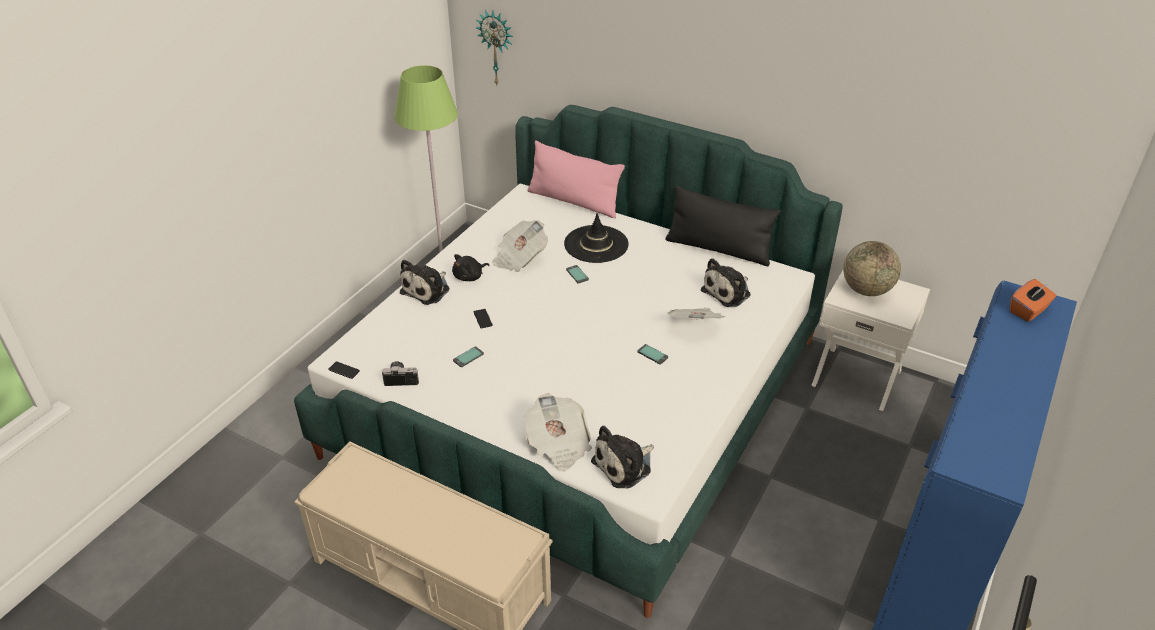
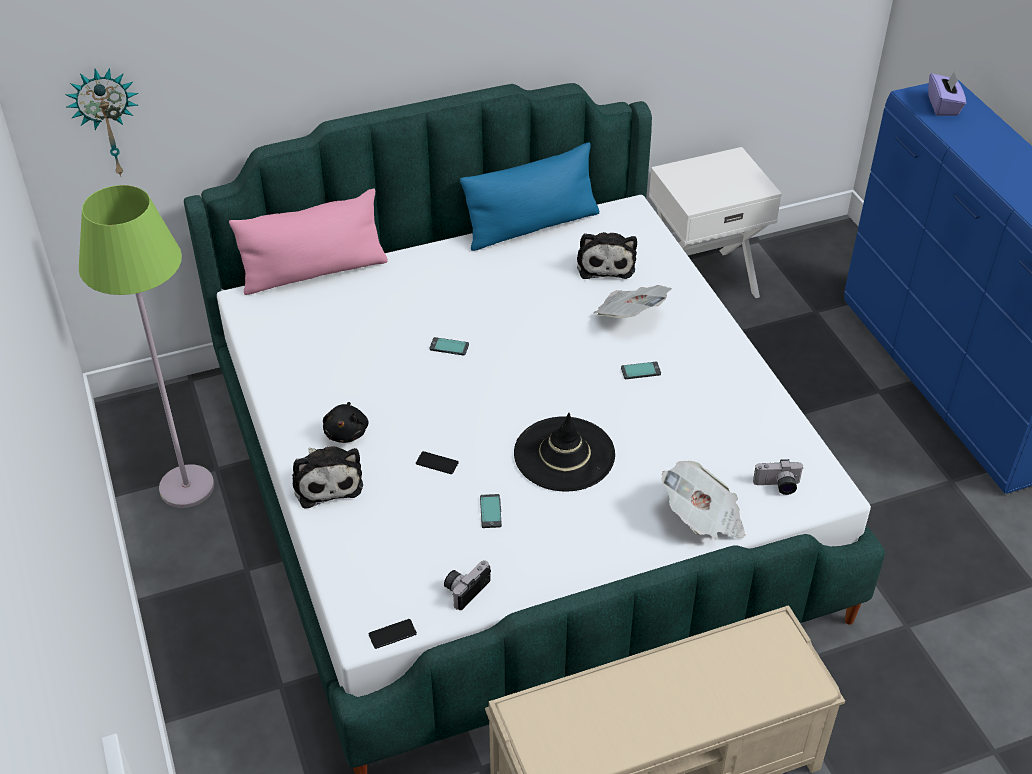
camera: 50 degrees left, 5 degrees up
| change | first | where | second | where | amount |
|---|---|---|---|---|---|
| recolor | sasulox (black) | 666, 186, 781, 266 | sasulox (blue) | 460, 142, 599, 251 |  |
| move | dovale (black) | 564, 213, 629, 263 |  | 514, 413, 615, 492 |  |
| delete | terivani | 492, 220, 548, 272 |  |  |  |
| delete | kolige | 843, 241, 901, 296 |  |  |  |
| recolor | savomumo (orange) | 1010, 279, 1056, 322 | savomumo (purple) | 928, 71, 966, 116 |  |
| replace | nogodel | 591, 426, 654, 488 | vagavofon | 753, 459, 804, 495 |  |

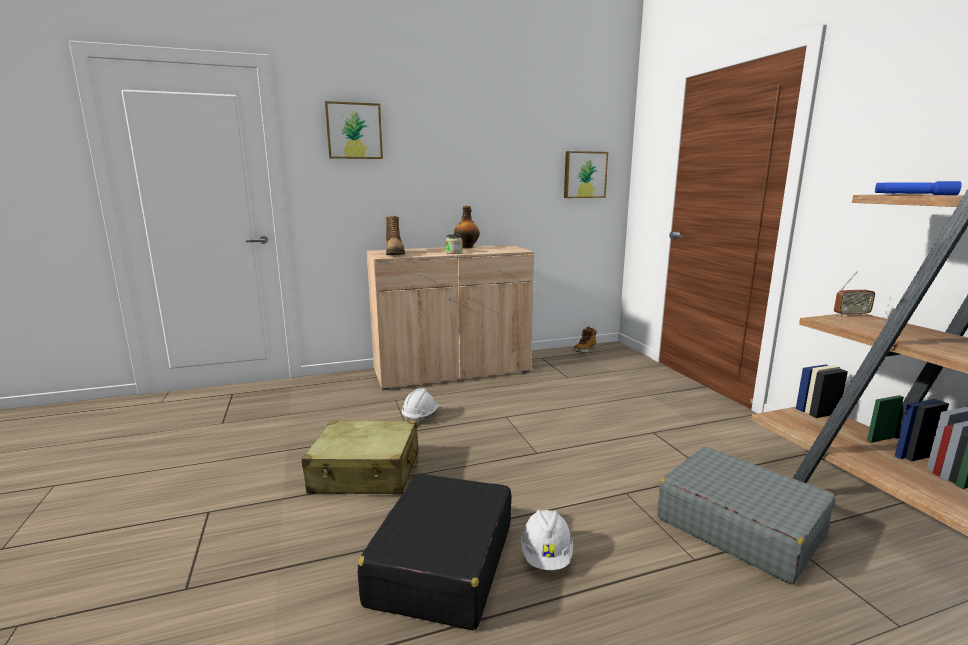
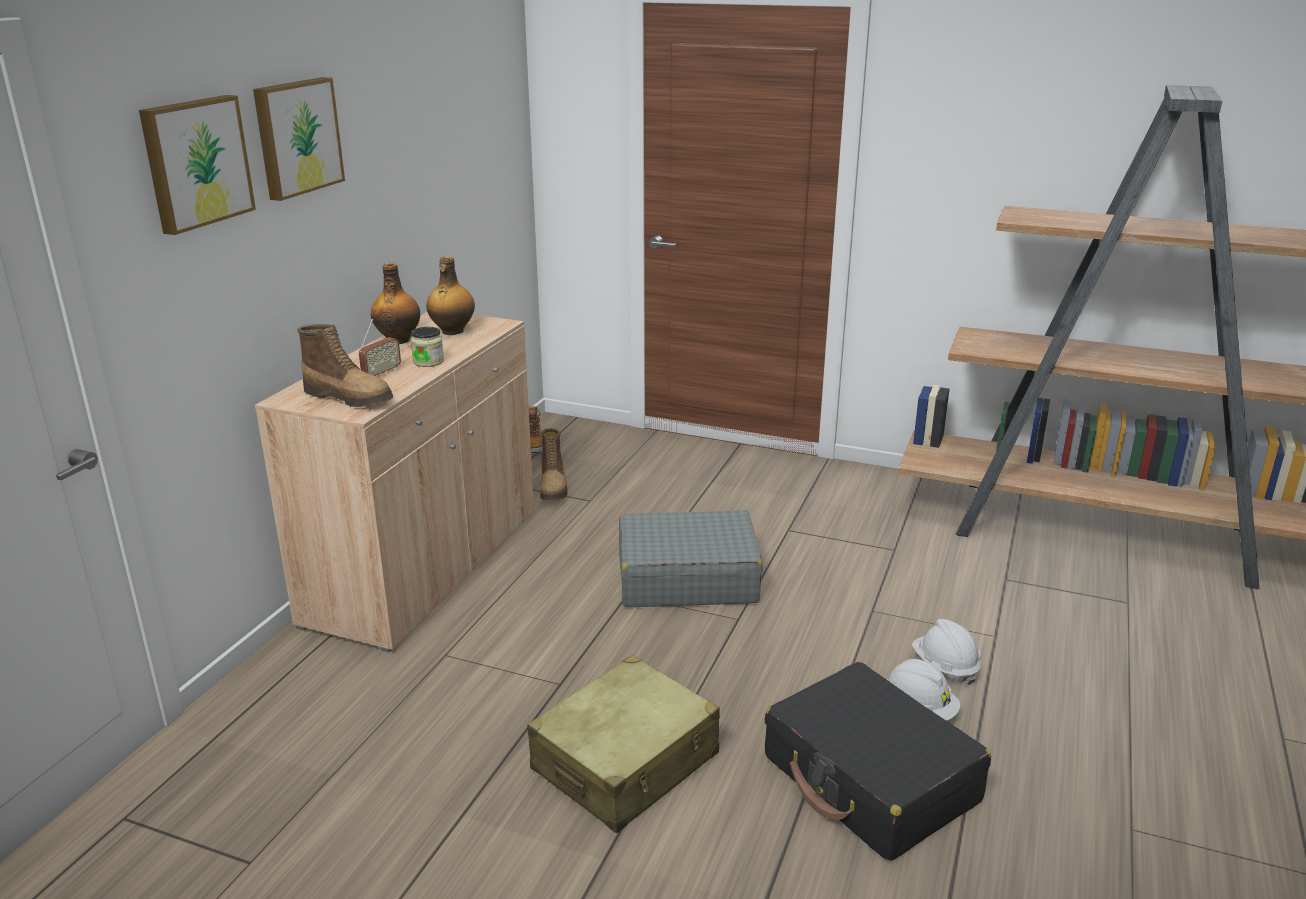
camera: 50 degrees left, 10 degrees up
| change | first | where | second | where | amount |
|---|---|---|---|---|---|
| move | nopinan | 564, 151, 608, 198 |  | 253, 77, 345, 201 |  |
| delete | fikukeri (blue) | 875, 181, 962, 195 |  |  |  |
| move | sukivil | 834, 271, 875, 317 |  | 359, 319, 401, 376 |  |
| move | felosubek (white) | 402, 388, 439, 422 |  | 912, 619, 981, 685 |  |
| move | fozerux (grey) | 657, 447, 836, 584 |  | 619, 510, 763, 607 |  |
| insert |  |  | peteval | 426, 257, 475, 335 |  |
| insert |  |  | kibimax | 540, 428, 568, 501 |  |

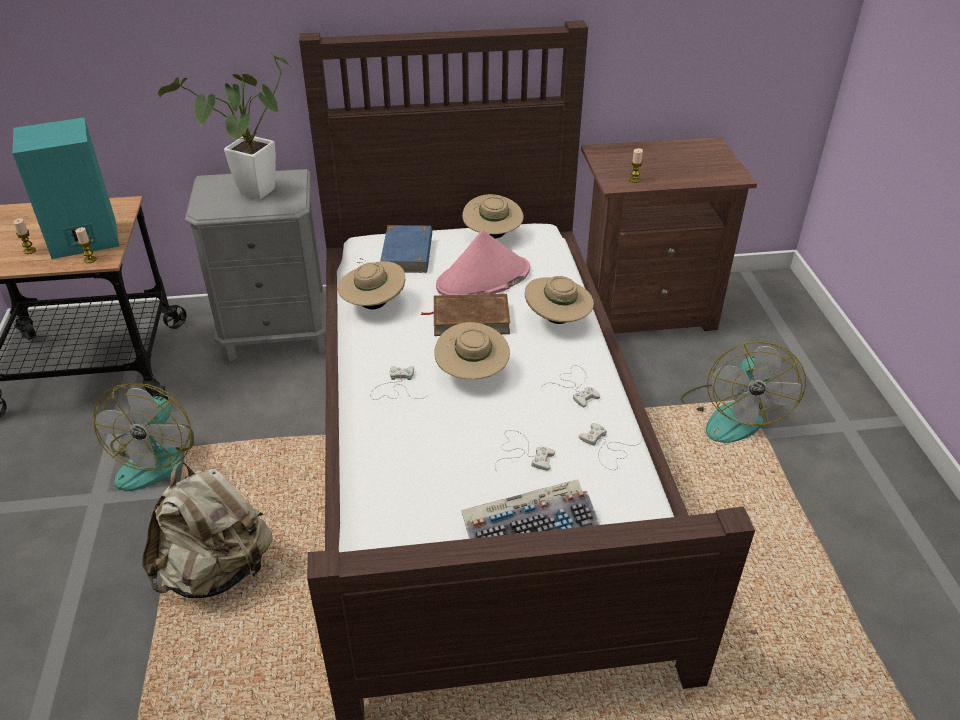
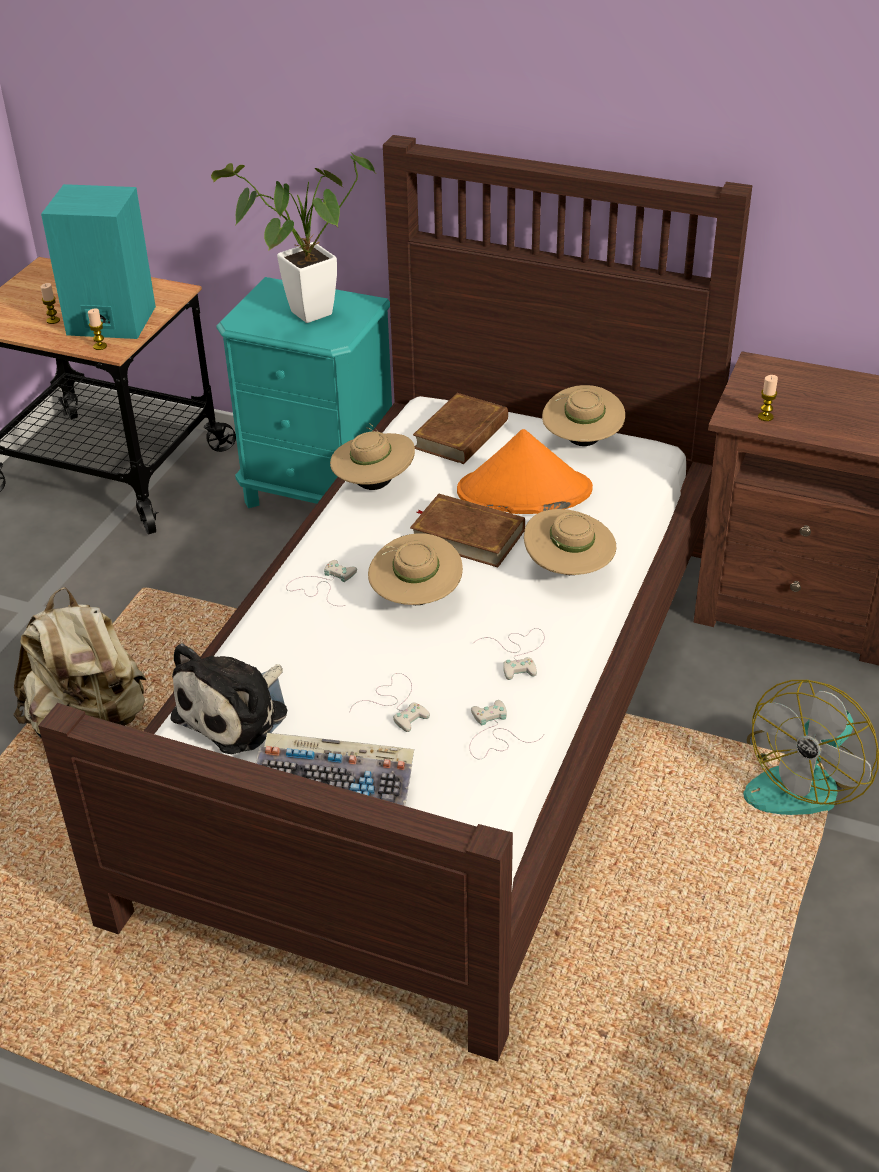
camera: 30 degrees right, 0 degrees up
| change | first | where | second | where | amount |
|---|---|---|---|---|---|
| recolor | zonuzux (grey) | 185, 169, 326, 362 | zonuzux (turquoise) | 216, 277, 392, 508 |  |
| recolor | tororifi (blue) | 380, 225, 432, 273 | tororifi (brown) | 413, 393, 508, 464 |  |
| recolor | dovale (pink) | 436, 230, 530, 295 | dovale (orange) | 457, 429, 593, 514 |  |
| delete | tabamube | 93, 383, 194, 491 |  |  |  |
| insert |  |  | nogodel | 170, 643, 287, 754 |  |

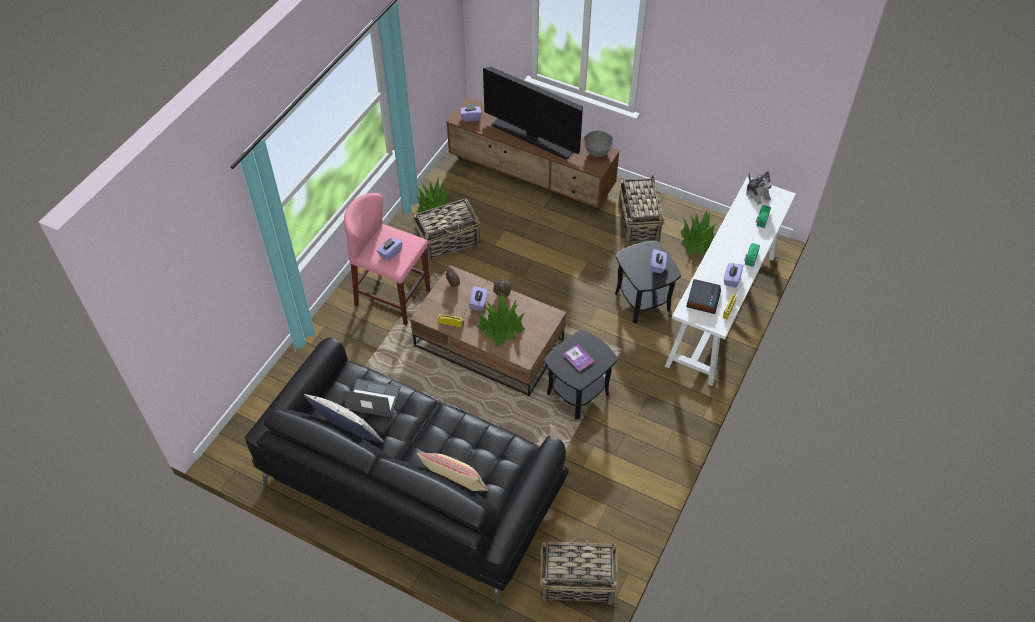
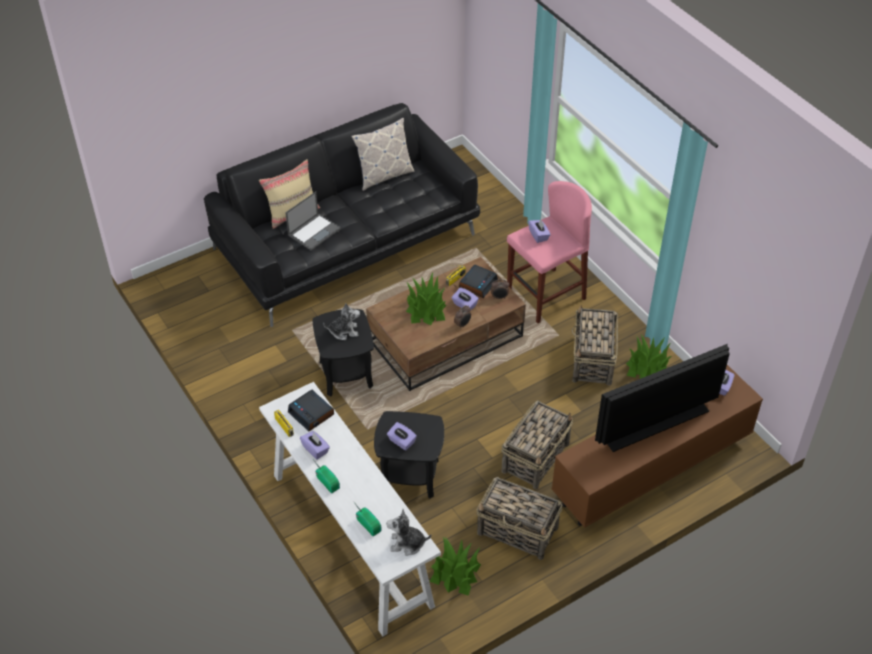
camera: 120 degrees right, 5 degrees down
| change | first | where | second | where | amount |
|---|---|---|---|---|---|
| delete | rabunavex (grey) | 583, 131, 613, 157 |  |  |  |
| replace | tororifi | 563, 344, 594, 372 | nogodel | 323, 303, 360, 340 |  |
| move | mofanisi | 342, 379, 401, 417 |  | 285, 191, 341, 251 |  |
| move | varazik | 540, 537, 618, 605 |  | 501, 400, 573, 490 |  |
| insert |  |  | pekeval | 459, 264, 498, 298 |  |

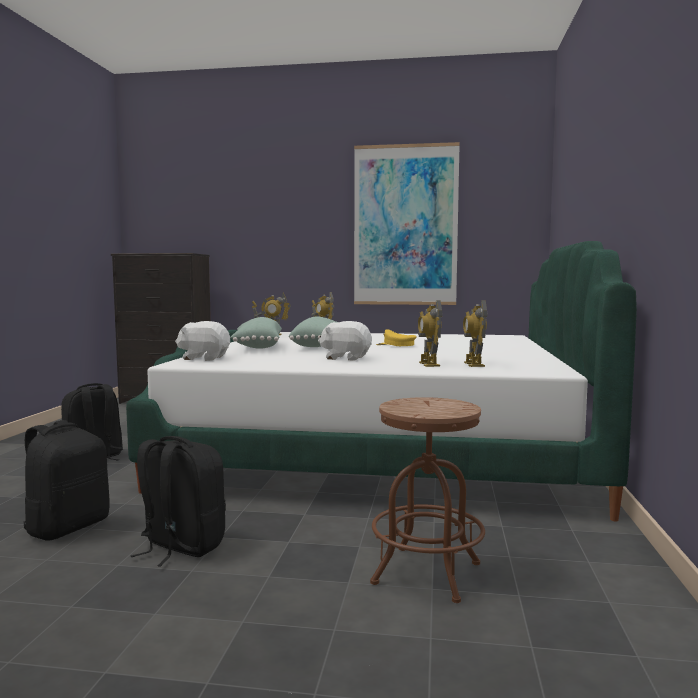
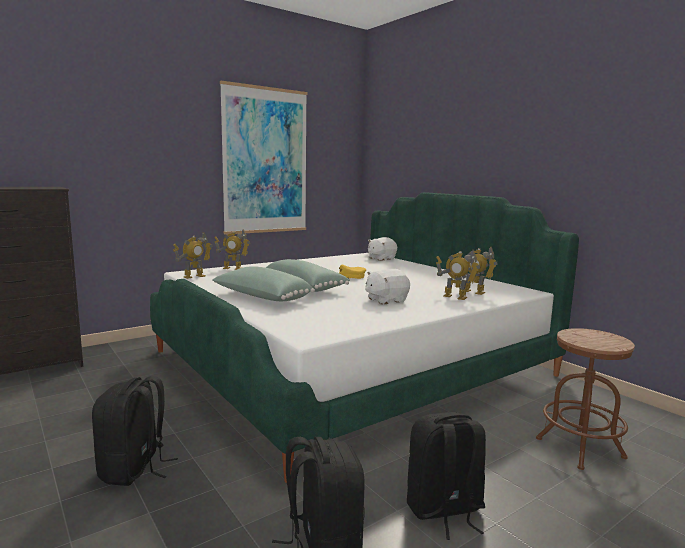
camera: 45 degrees left, 5 degrees up
| change | first | where | second | where | amount |
|---|---|---|---|---|---|
| move | nogodel (white) | 175, 321, 230, 360 |  | 368, 237, 397, 261 |  |

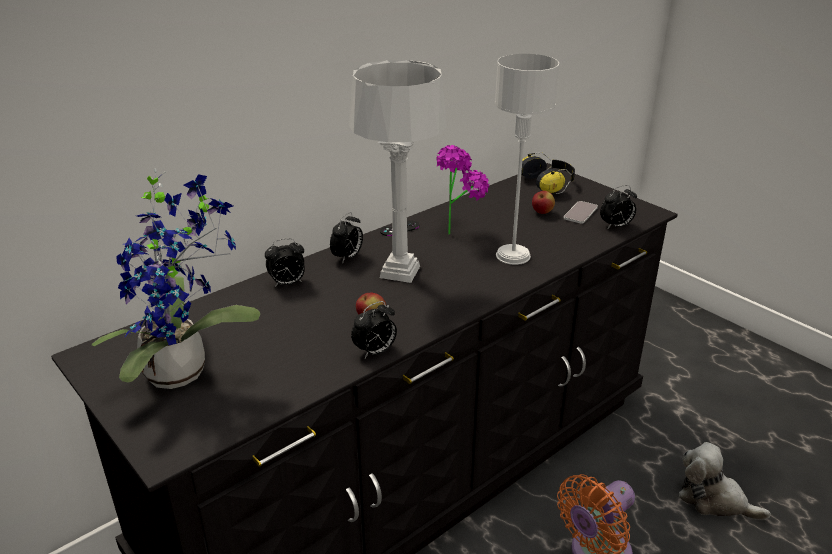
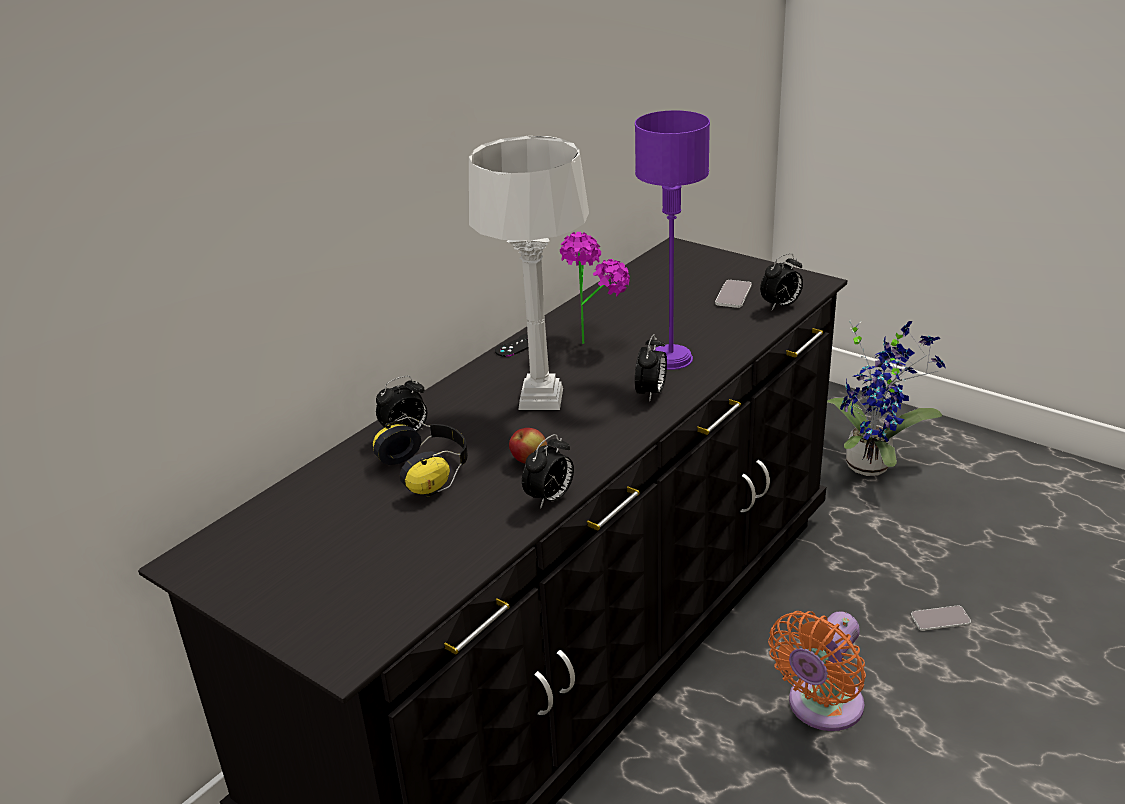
camera: 10 degrees left, 0 degrees up
| change | first | where | second | where | amount |
|---|---|---|---|---|---|
| recolor | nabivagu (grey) | 495, 54, 559, 265 | nabivagu (purple) | 635, 110, 710, 370 |  |
| move | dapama | 521, 152, 575, 195 |  | 373, 417, 468, 497 |  |
| move | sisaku | 92, 167, 260, 389 |  | 827, 319, 946, 476 |  |
| delete | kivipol | 532, 191, 555, 214 |  |  |  |
| move | pekeval | 330, 212, 363, 262 |  | 635, 334, 667, 402 |  |
| replace | nogodel | 679, 442, 771, 520 | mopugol | 911, 606, 971, 631 |  |

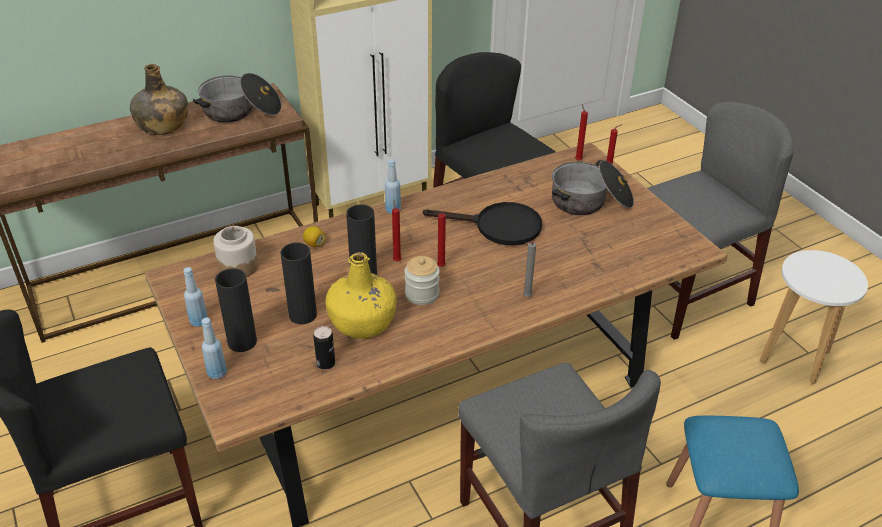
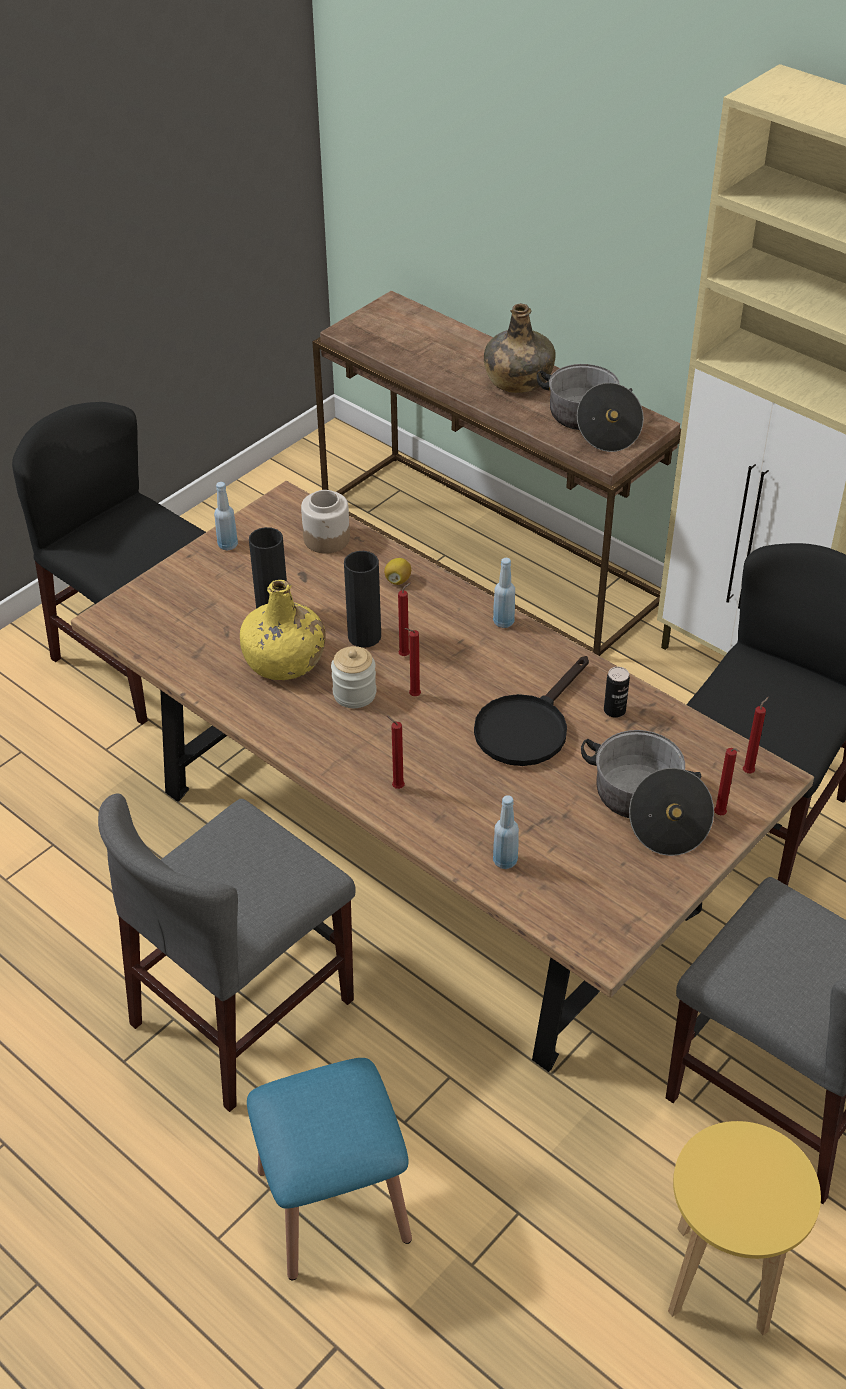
camera: 70 degrees right, 5 degrees up
| change | first | where | second | where | amount |
|---|---|---|---|---|---|
| rotate | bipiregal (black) | 423, 202, 542, 246 |  | 474, 656, 589, 766 | 45 degrees clockwise |
| recolor | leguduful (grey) | 523, 242, 536, 297 | leguduful (red) | 386, 715, 405, 789 |  |
| recolor | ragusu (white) | 760, 250, 868, 384 | ragusu (yellow) | 668, 1121, 821, 1335 |  |
| delete | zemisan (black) | 215, 268, 257, 352 |  |  |  |
| move | peteval (blue) | 202, 317, 227, 379 |  | 493, 795, 519, 869 |  |
| move | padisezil | 313, 326, 335, 369 |  | 604, 667, 630, 718 |  |

